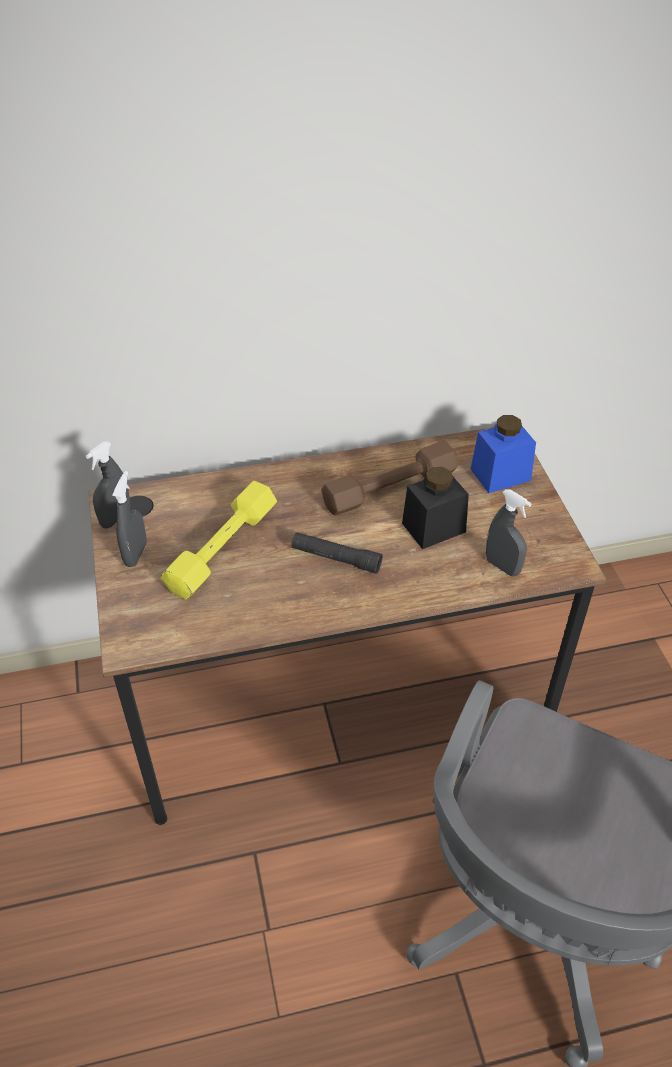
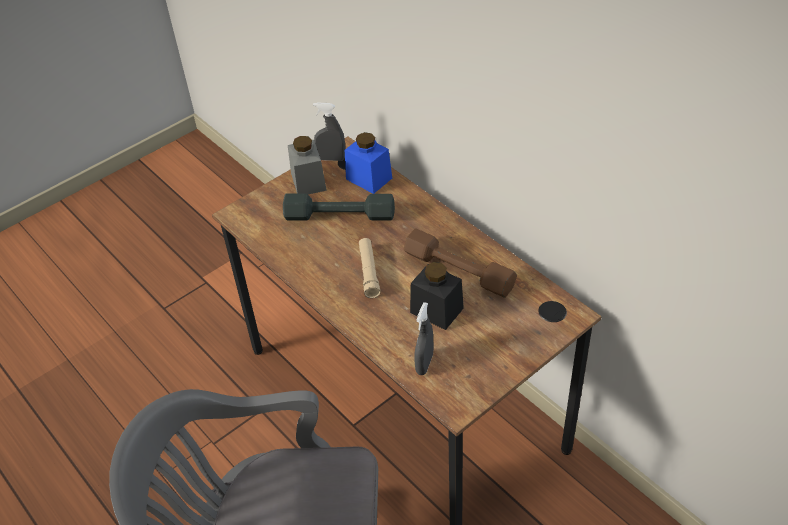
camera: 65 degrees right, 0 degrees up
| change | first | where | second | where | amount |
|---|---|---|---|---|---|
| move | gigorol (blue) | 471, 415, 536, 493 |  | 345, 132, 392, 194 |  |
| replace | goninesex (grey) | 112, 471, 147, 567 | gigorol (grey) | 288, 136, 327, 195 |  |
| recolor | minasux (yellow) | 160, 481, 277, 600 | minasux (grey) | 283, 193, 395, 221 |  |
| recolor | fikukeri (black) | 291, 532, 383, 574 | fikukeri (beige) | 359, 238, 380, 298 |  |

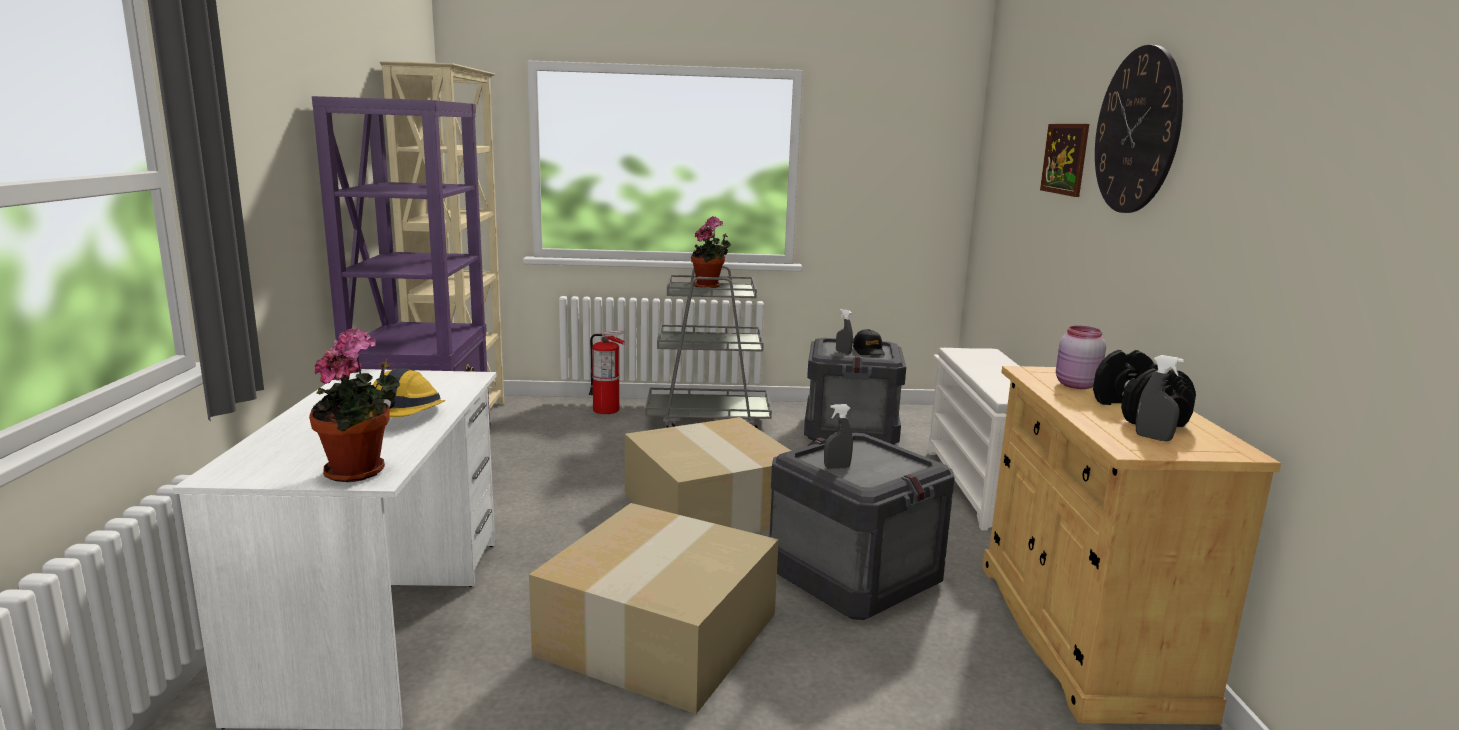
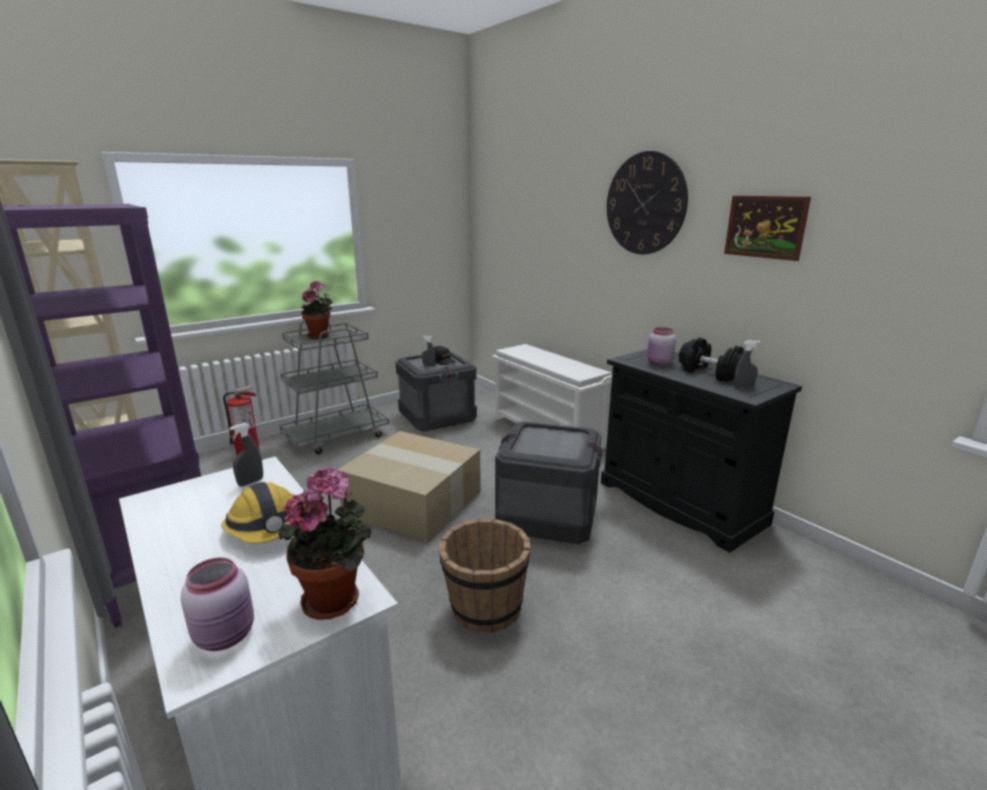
camera: 35 degrees left, 5 degrees up
| change | first | where | second | where | amount |
|---|---|---|---|---|---|
| move | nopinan | 1040, 124, 1089, 197 |  | 724, 196, 811, 261 |  |
| recolor | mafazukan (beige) | 982, 366, 1281, 725 | mafazukan (black) | 601, 349, 802, 553 |  |
| move | goninesex (grey) | 824, 404, 853, 469 |  | 229, 423, 263, 487 |  |
| replace | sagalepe | 529, 503, 779, 714 | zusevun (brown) | 438, 519, 530, 633 |  |
| insert |  |  | gigorol (pink) | 181, 557, 254, 651 |  |

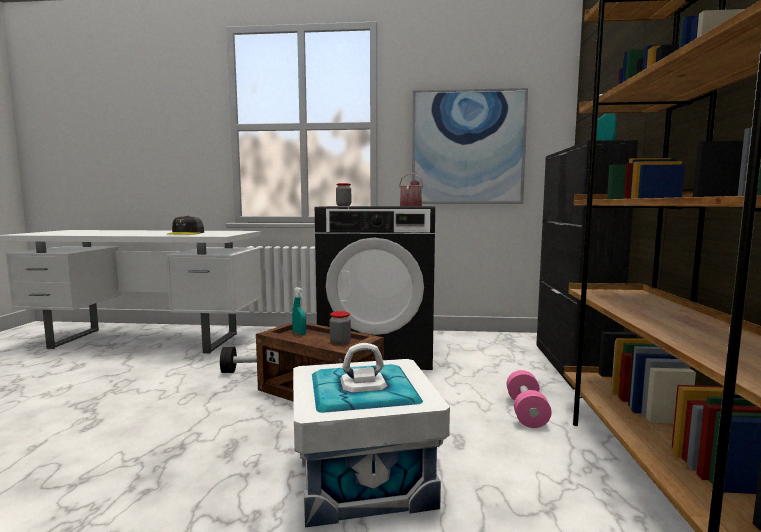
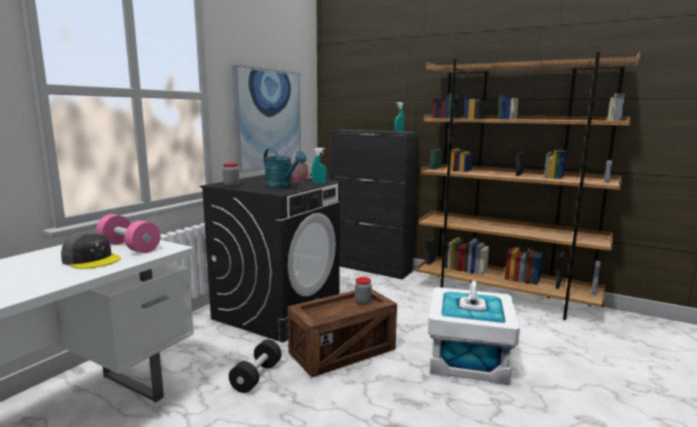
camera: 65 degrees left, 5 degrees up
| change | first | where | second | where | amount |
|---|---|---|---|---|---|
| move | goninesex (turquoise) | 292, 287, 306, 335 |  | 311, 148, 327, 184 |  |
| move | minasux (pink) | 507, 370, 552, 428 |  | 96, 214, 161, 253 |  |
| insert |  |  | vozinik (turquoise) | 264, 149, 306, 189 |  |

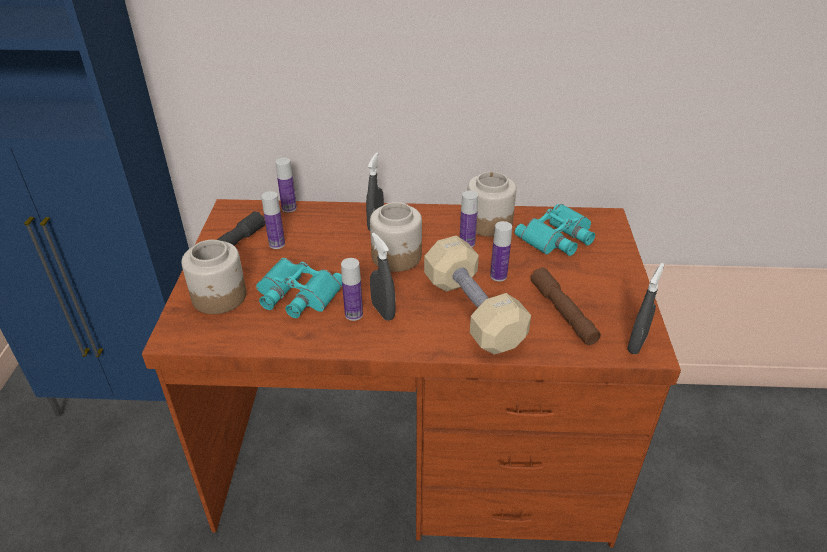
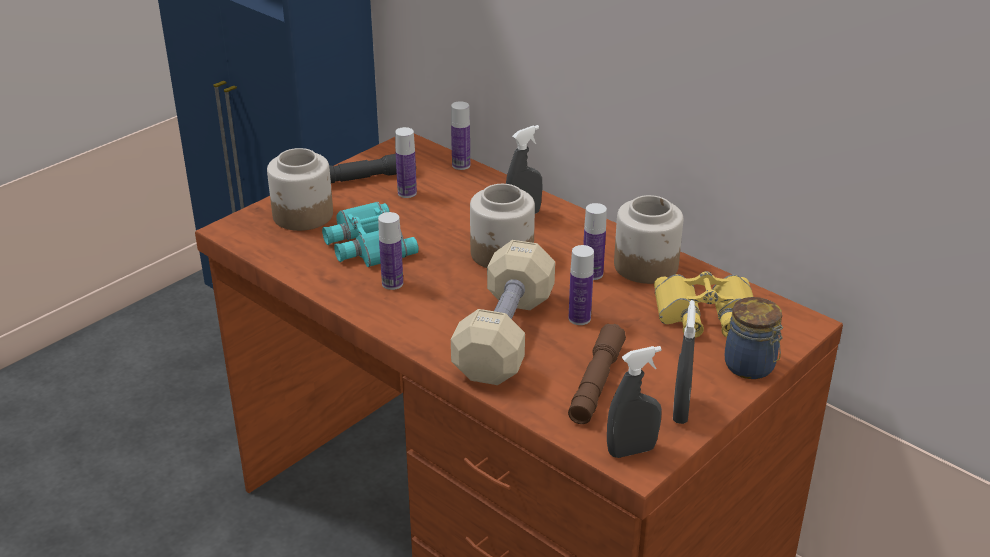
camera: 40 degrees right, 5 degrees down
| change | first | where | second | where | amount |
|---|---|---|---|---|---|
| recolor | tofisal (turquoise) | 514, 204, 595, 256 | tofisal (yellow) | 654, 271, 753, 338 |  |
| move | goninesex (grey) | 370, 233, 396, 321 |  | 673, 300, 696, 424 |  |
| insert |  |  | gigorol | 725, 297, 783, 379 |  |

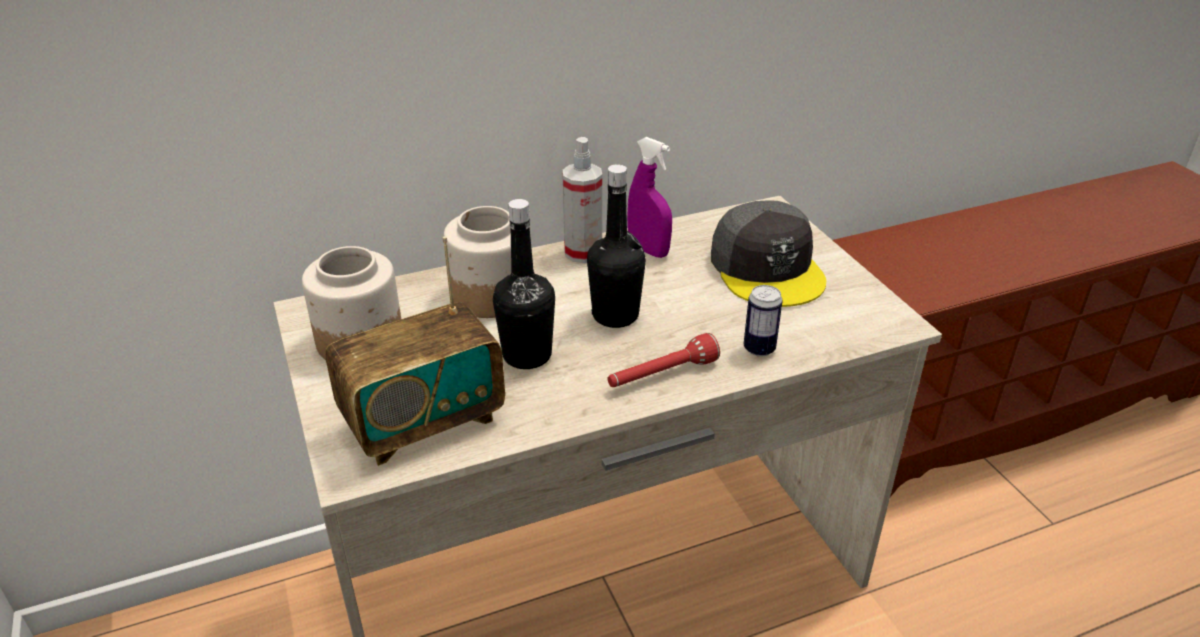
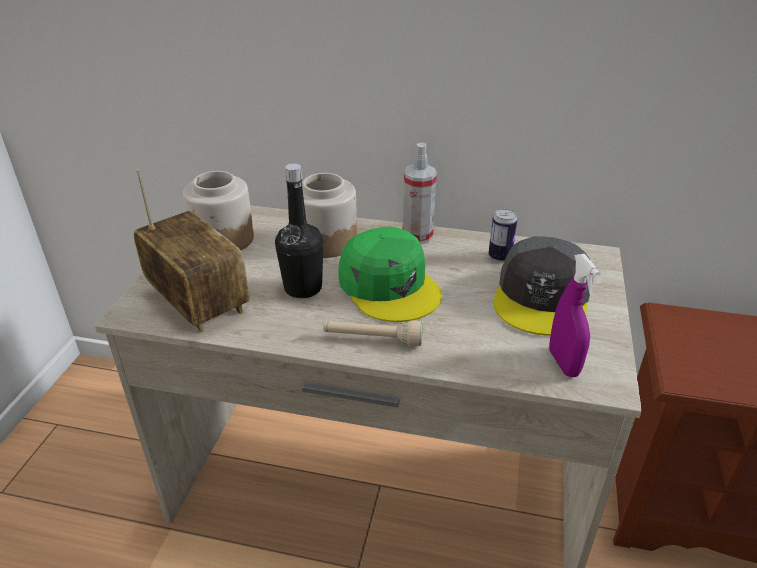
camera: 35 degrees right, 0 degrees up
| change | first | where | second | where | amount |
|---|---|---|---|---|---|
| move | goninesex (purple) | 627, 137, 672, 258 |  | 549, 254, 600, 377 |  |
| replace | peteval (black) | 587, 164, 646, 328 | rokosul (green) | 339, 226, 442, 322 |  |
| rotate | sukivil | 325, 236, 505, 466 |  | 134, 169, 249, 333 | 135 degrees counterclockwise |
| move | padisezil | 744, 285, 783, 357 |  | 489, 209, 517, 262 |  |
| recolor | fikukeri (red) | 608, 333, 720, 387 | fikukeri (beige) | 323, 320, 423, 346 |  |

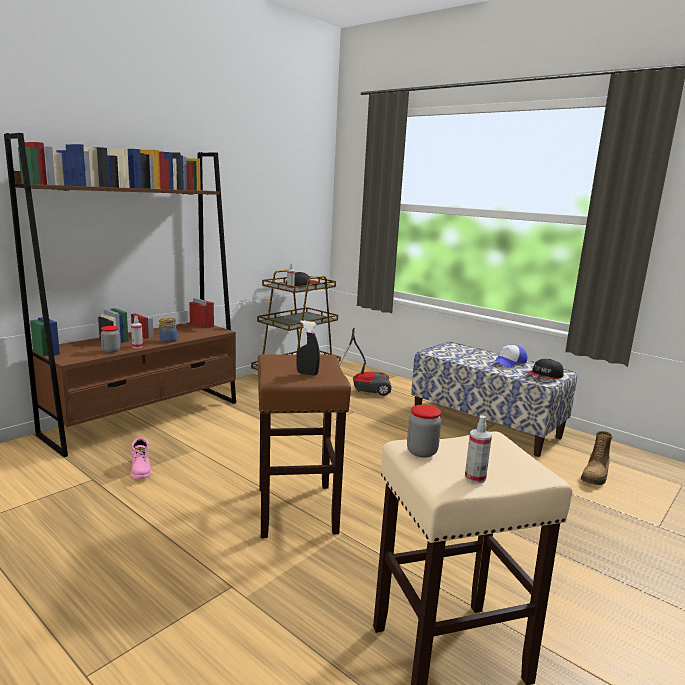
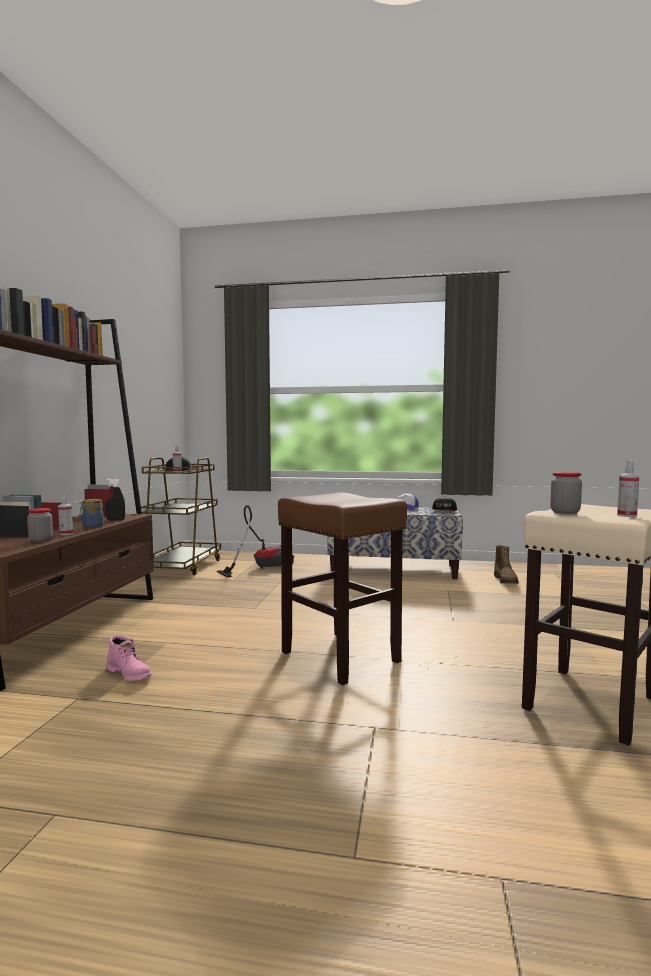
camera: 30 degrees left, 10 degrees down
| change | first | where | second | where | amount |
|---|---|---|---|---|---|
| move | goninesex (black) | 296, 321, 320, 376 |  | 105, 479, 125, 520 |  |

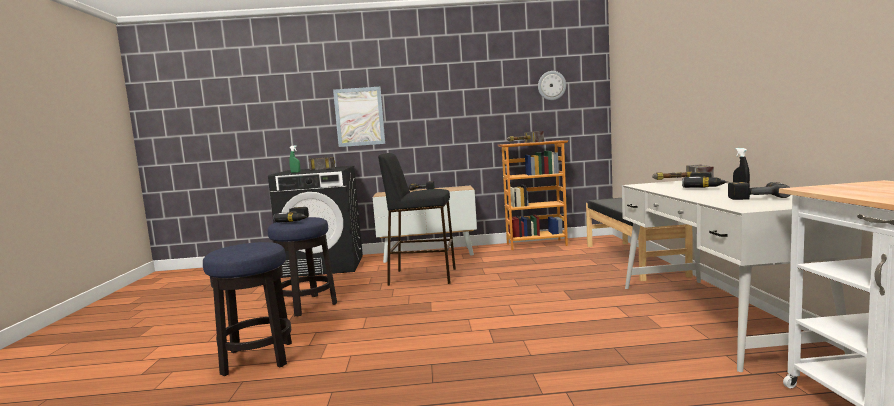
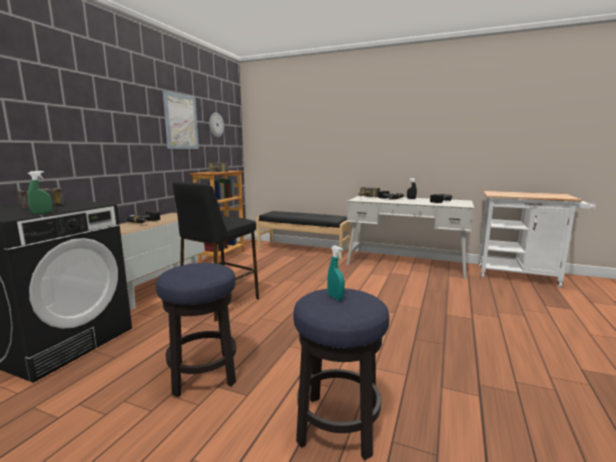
camera: 65 degrees left, 5 degrees up
| change | first | where | second | where | amount |
|---|---|---|---|---|---|
| move | nopinan | 333, 87, 385, 147 |  | 163, 91, 199, 149 |  |
| delete | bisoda | 273, 207, 309, 222 |  |  |  |
| insert |  |  | goninesex (turquoise) | 327, 245, 345, 300 |  |

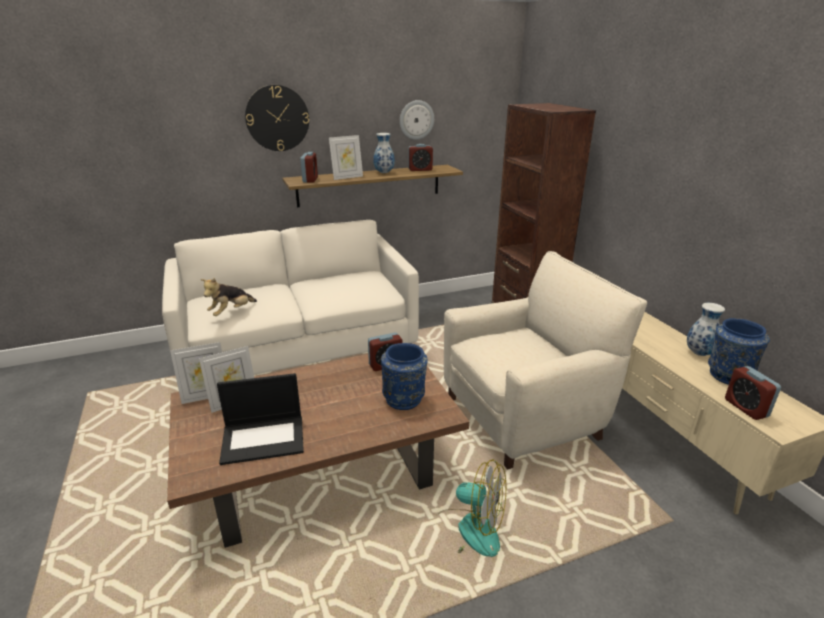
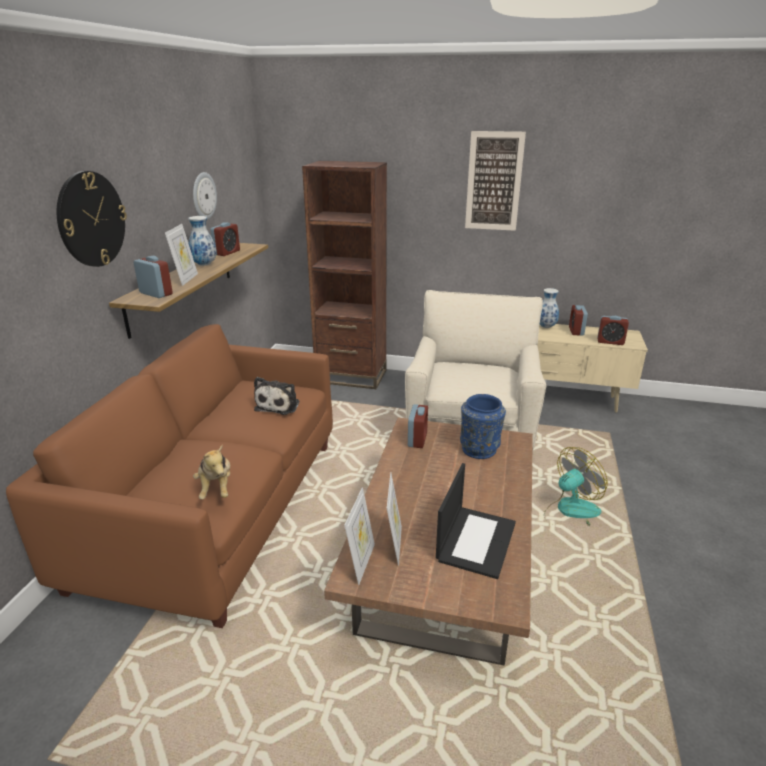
camera: 55 degrees left, 0 degrees up
| change | first | where | second | where | amount |
|---|---|---|---|---|---|
| recolor | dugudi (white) | 162, 220, 419, 375 | dugudi (brown) | 6, 324, 333, 628 |  |
| replace | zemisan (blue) | 708, 318, 770, 385 | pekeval | 569, 305, 588, 336 |  |
| insert |  |  | nopinan | 465, 131, 526, 231 |  |
| insert |  |  | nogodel | 254, 377, 300, 415 |  |

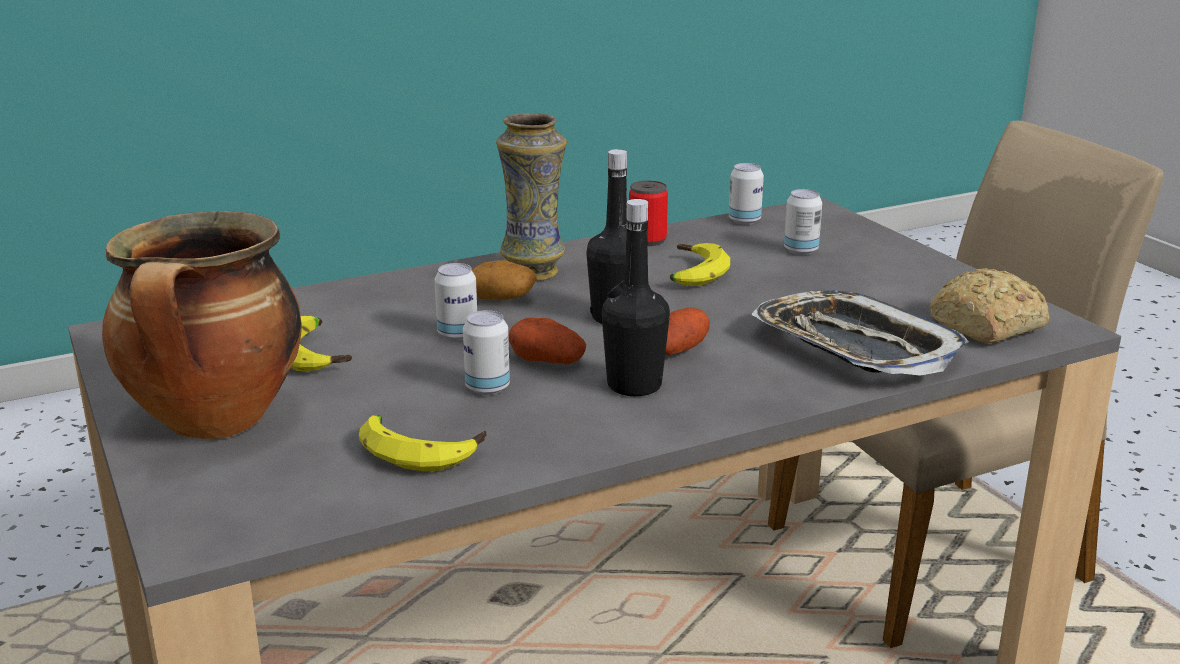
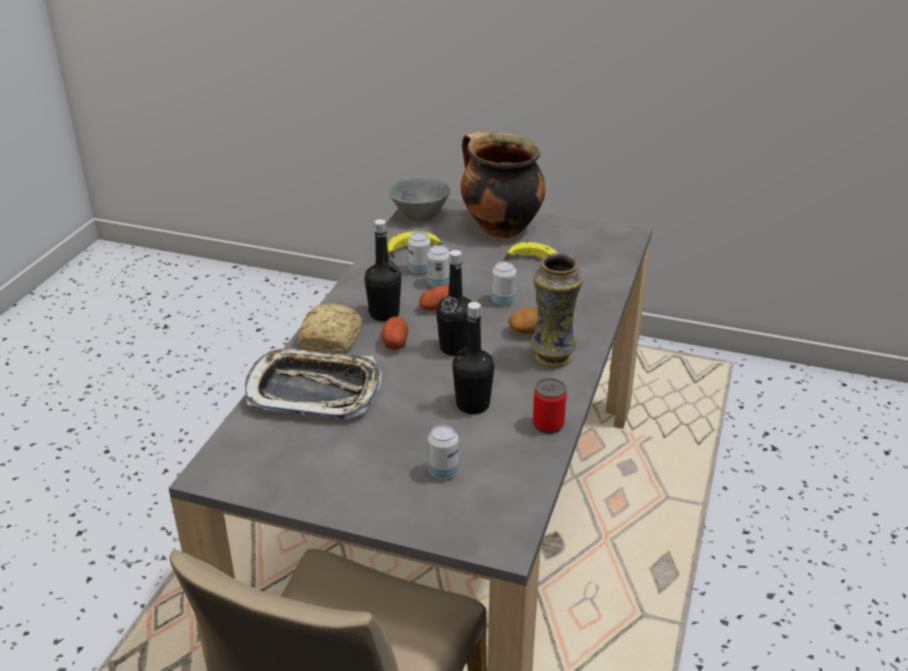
camera: 135 degrees right, 10 degrees up
| change | first | where | second | where | amount |
|---|---|---|---|---|---|
| move | padisezil | 729, 163, 764, 225 |  | 408, 232, 431, 274 |  |
| replace | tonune | 670, 243, 730, 286 | peteval (black) | 453, 302, 494, 414 |  |
| move | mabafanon | 929, 268, 1049, 343 |  | 298, 303, 363, 354 |  |
| insert |  |  | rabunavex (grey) | 389, 177, 450, 221 |  |

